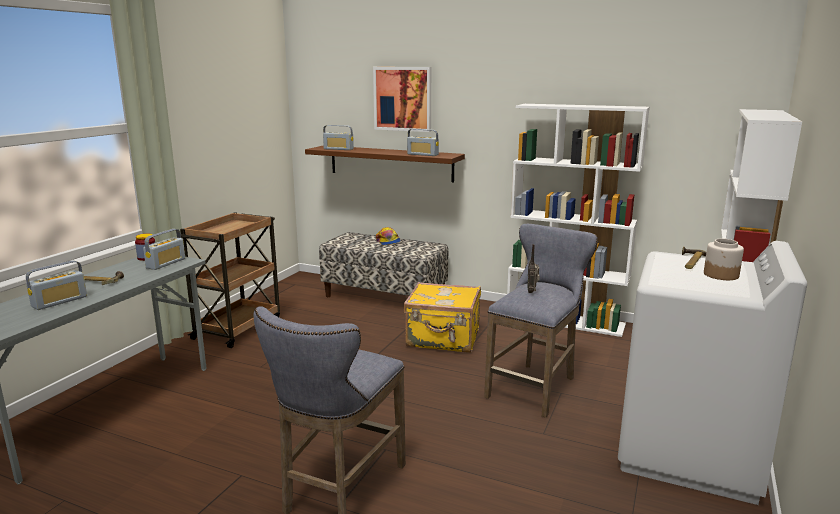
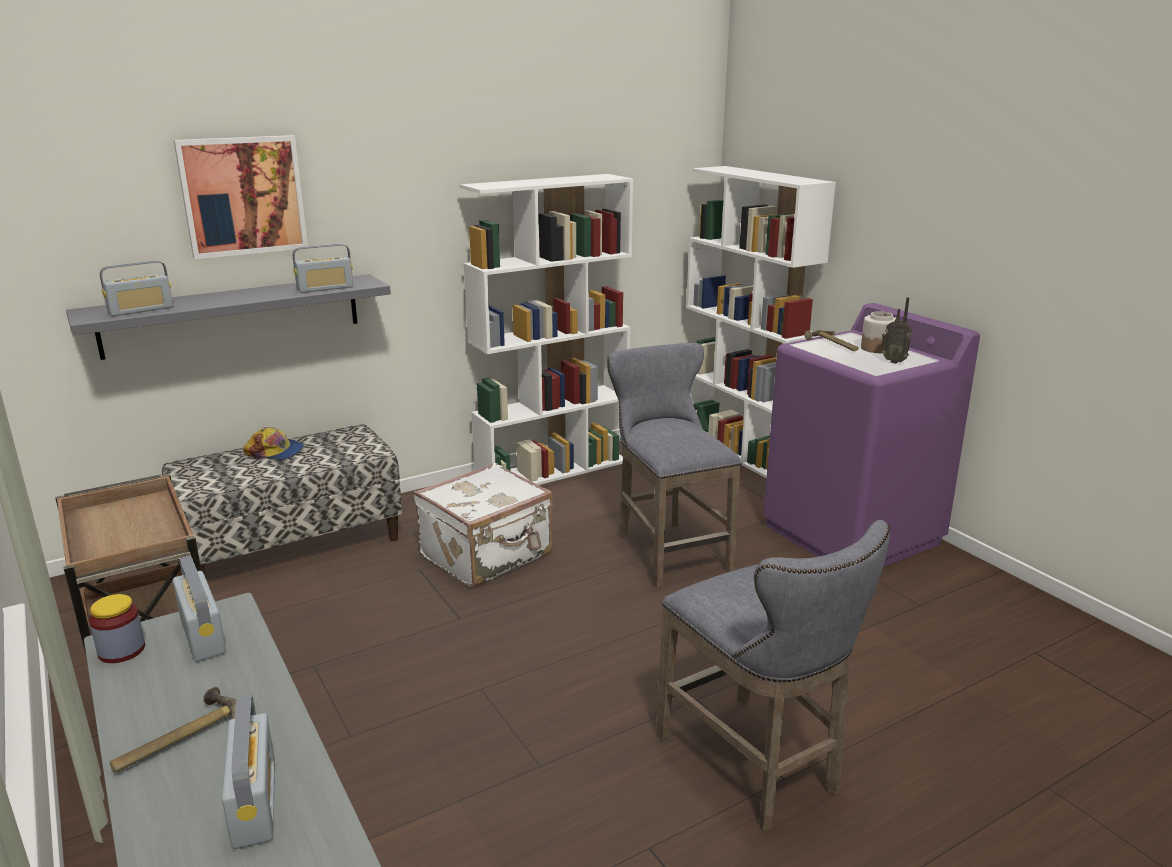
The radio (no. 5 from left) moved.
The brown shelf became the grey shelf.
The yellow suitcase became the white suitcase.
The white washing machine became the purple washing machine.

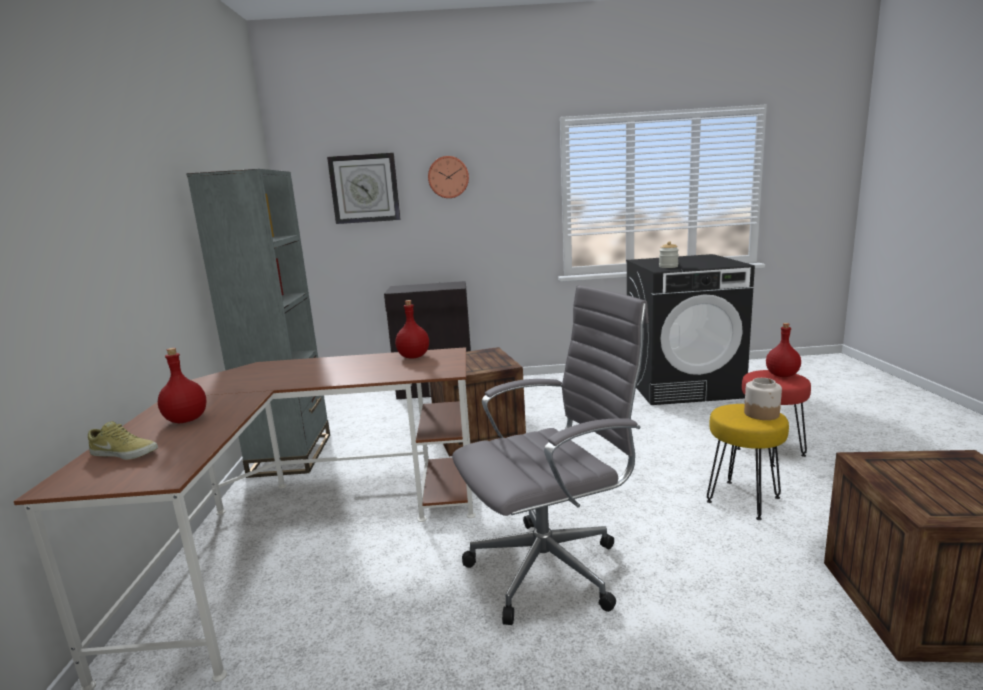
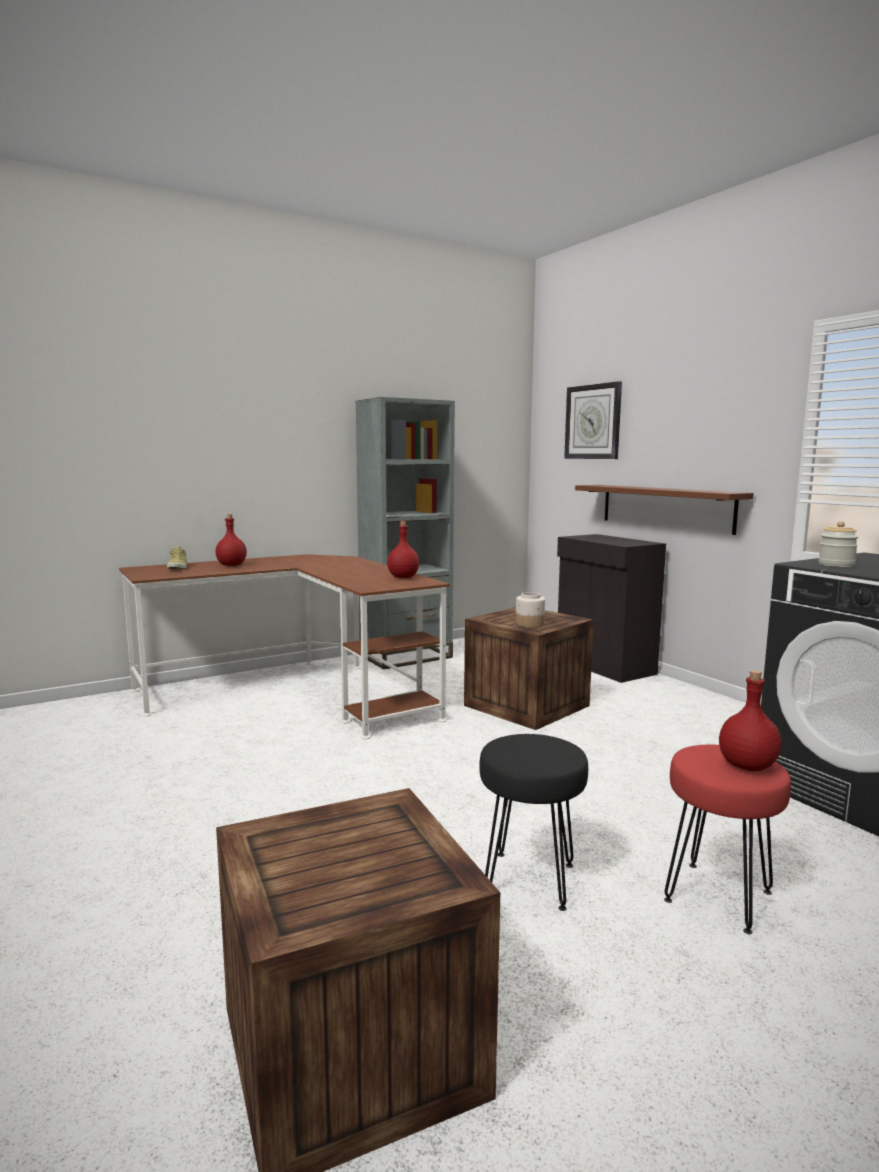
The wall clock (no. 2 from left) disappeared.
The grey office chair disappeared.
The brown shelf appeared.
The jar (no. 2 from left in the first image) moved.
The yellow stool became the black stool.

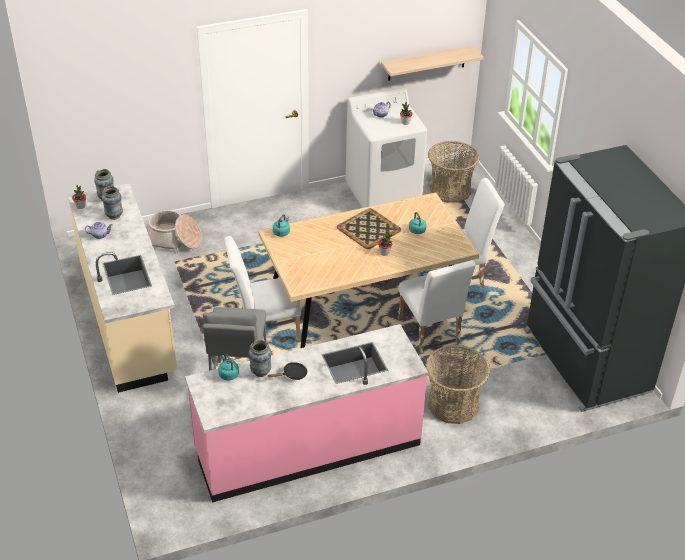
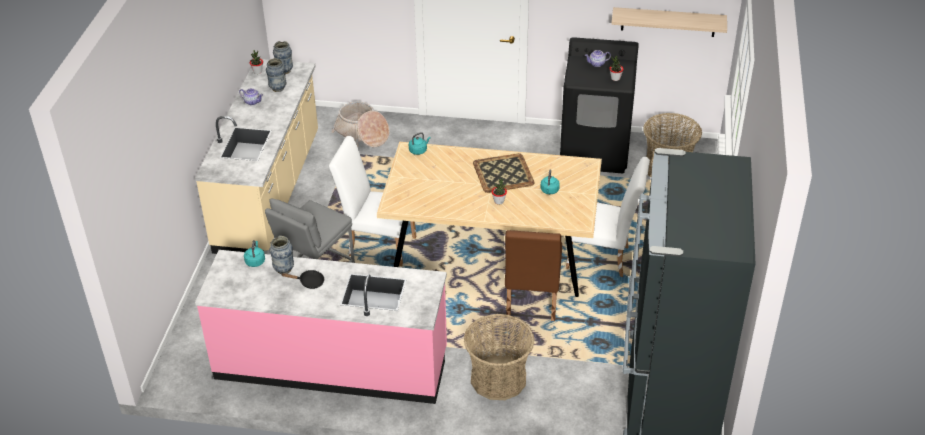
The white washing machine became the black washing machine.
The white chair (no. 2 from left) became the brown chair.

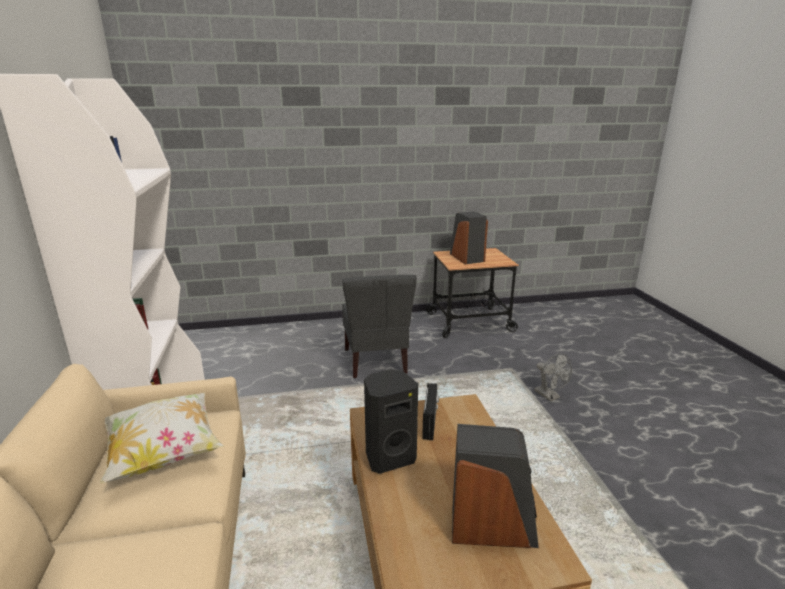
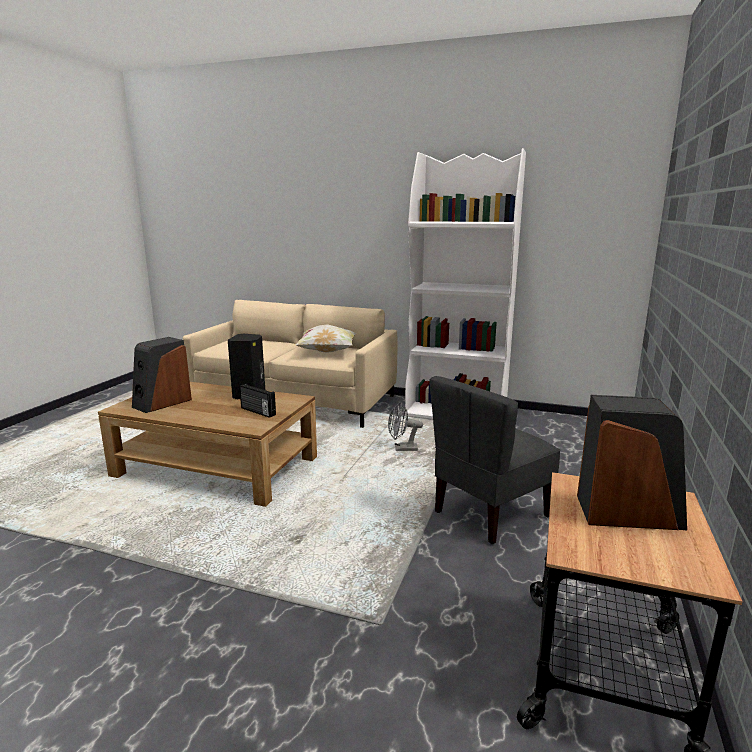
The grey fan moved.
The grey chair turned 60 degrees counterclockwise.

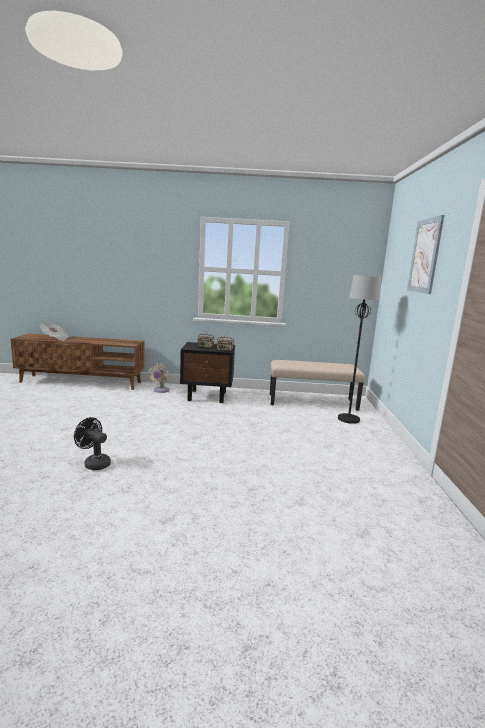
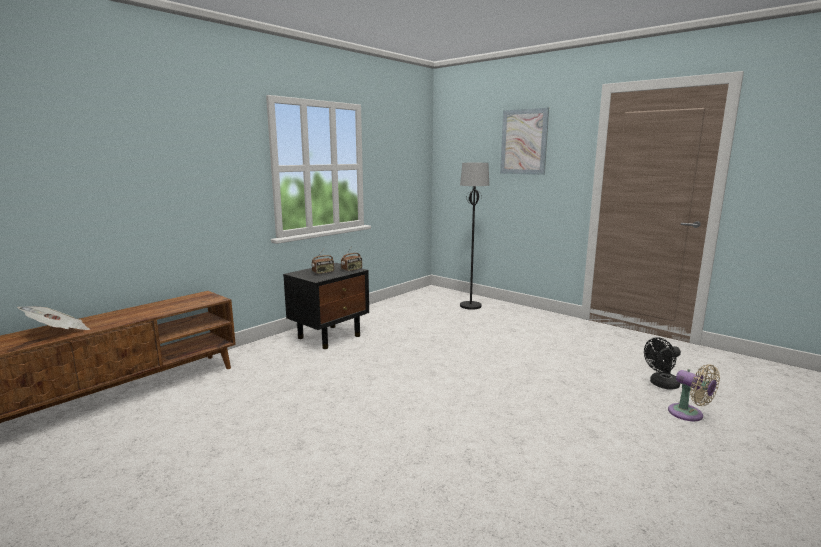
The beige bench disappeared.
The black fan moved.
The beige fan moved.

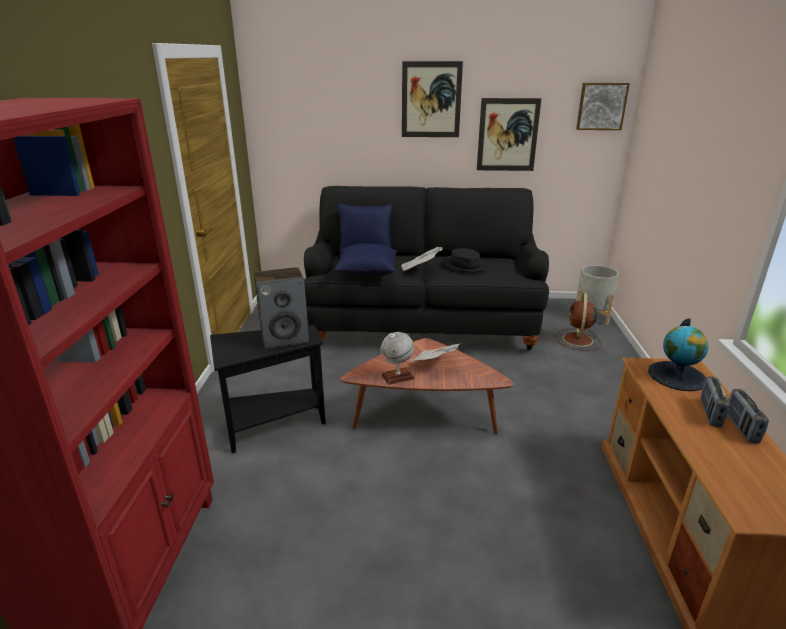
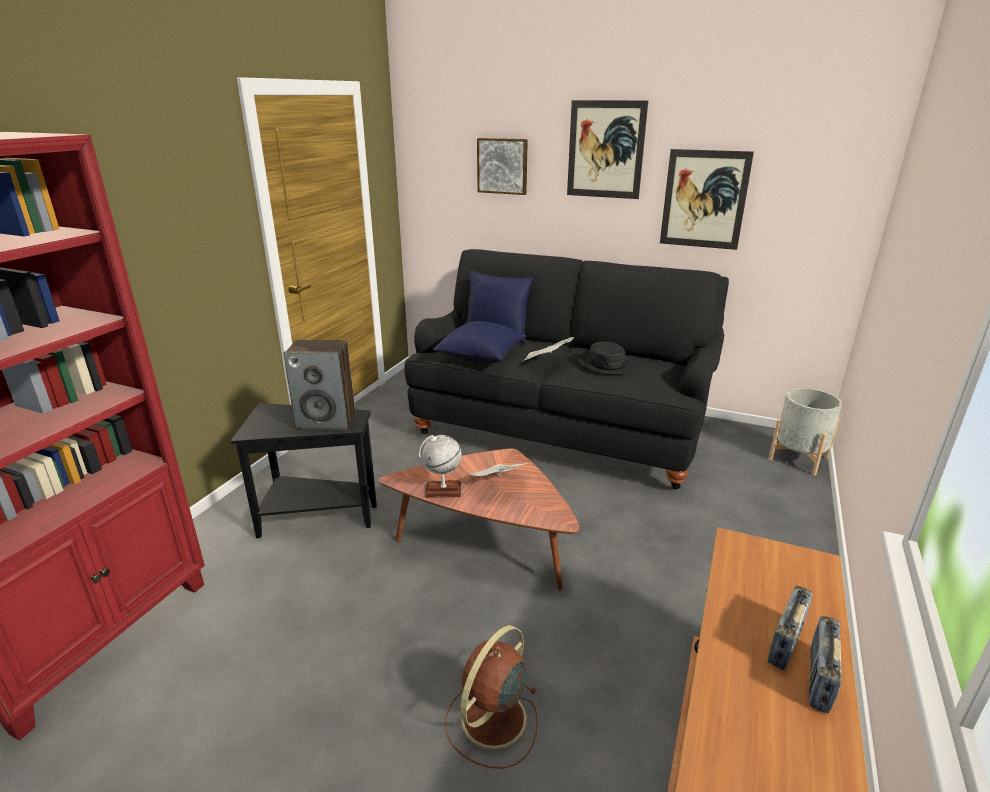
The globe (no. 2 from left) disappeared.
The brown fan moved.
The picture (no. 3 from left in the first image) moved.

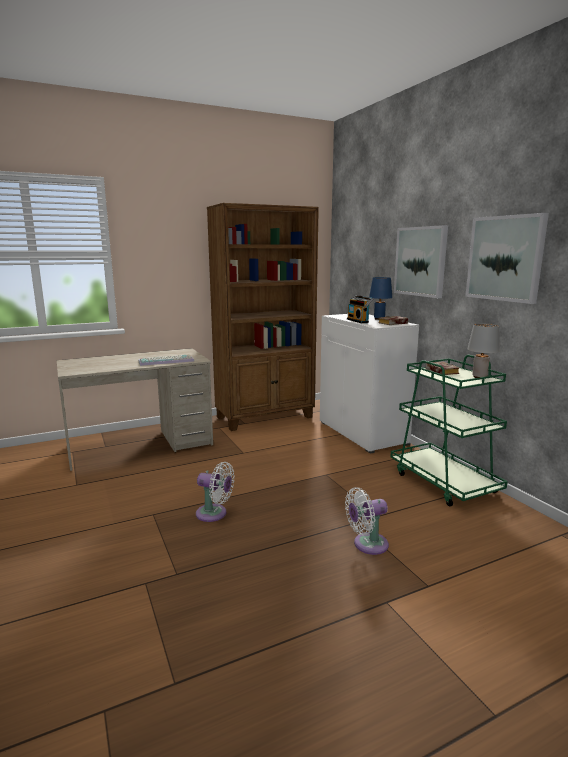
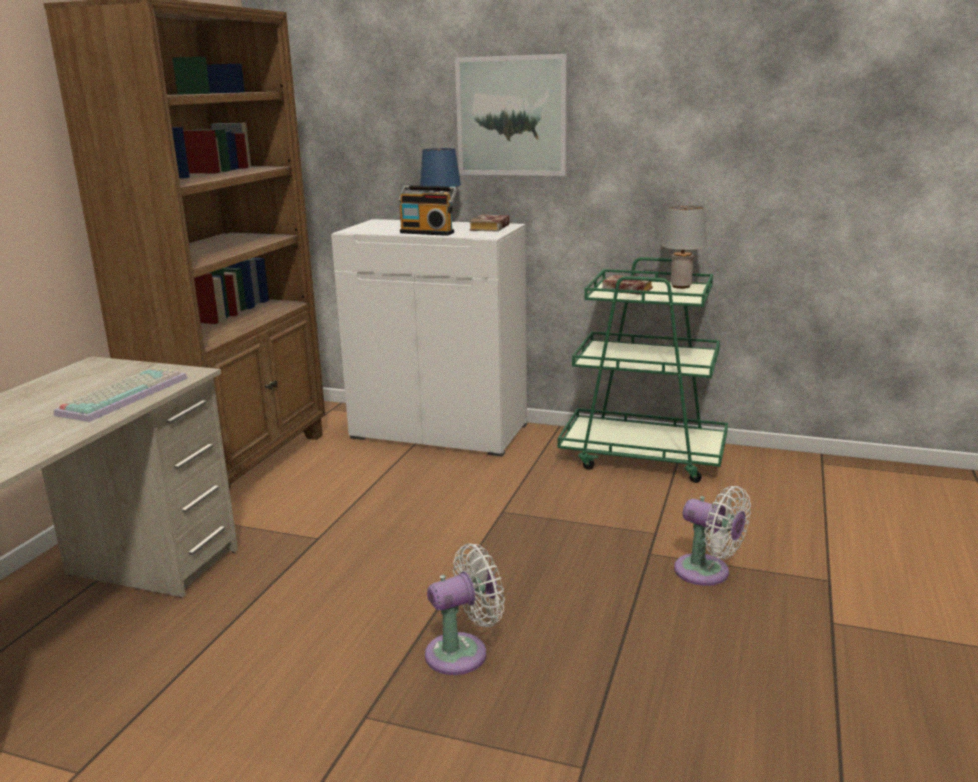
The picture (no. 2 from left) disappeared.
The white fan (no. 2 from left) turned 75 degrees counterclockwise.

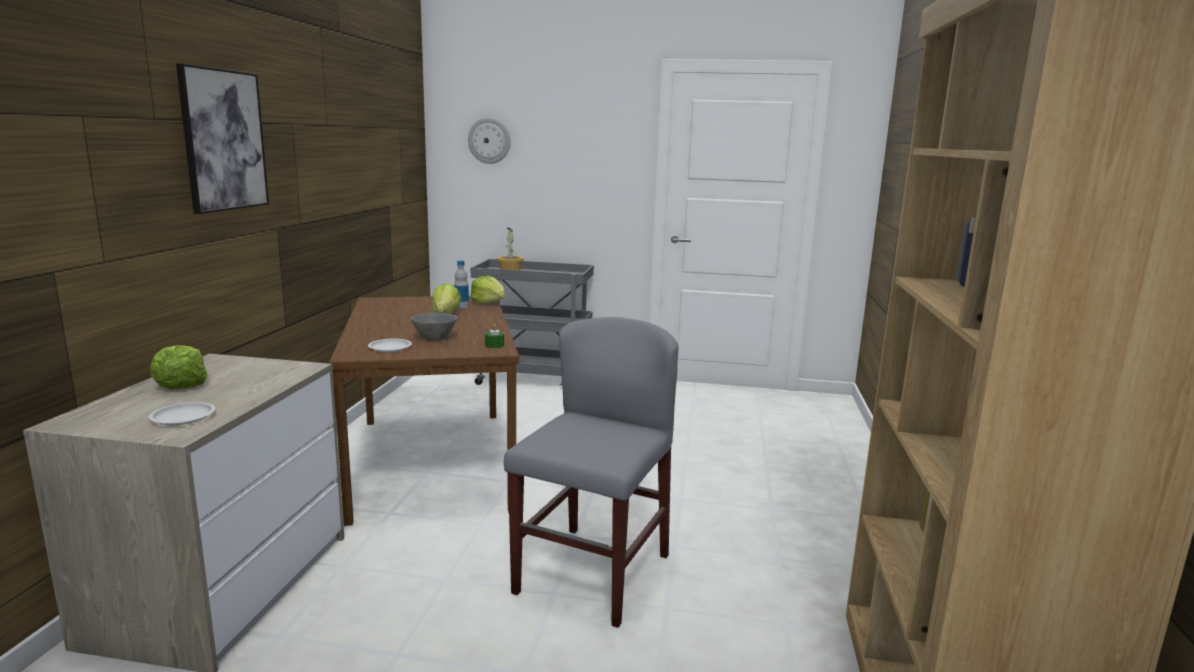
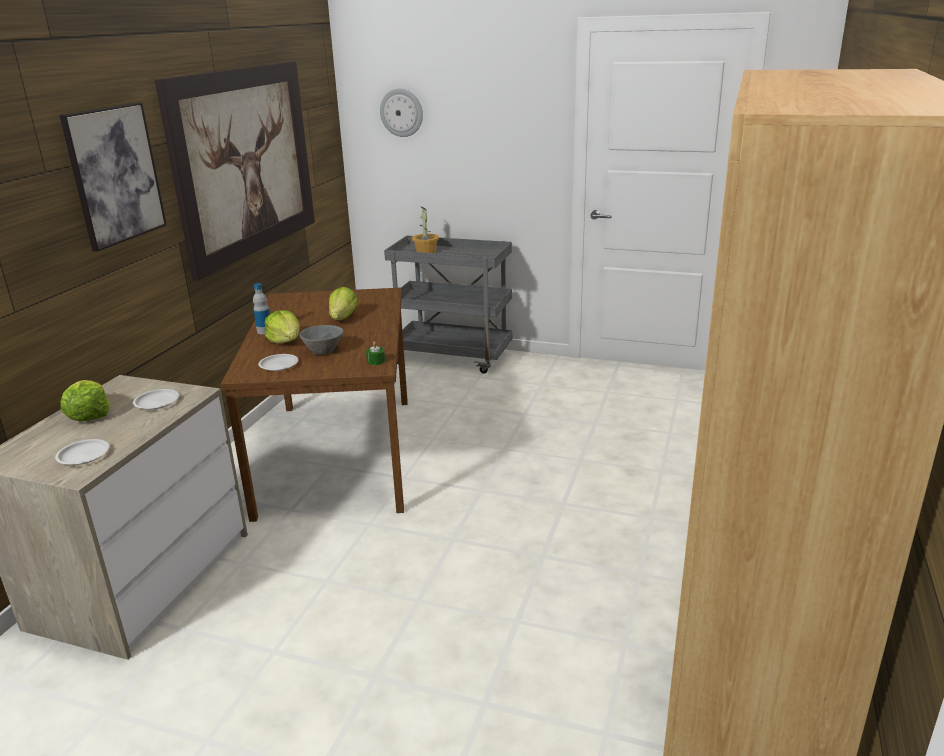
The grey chair disappeared.
The white plate (no. 2 from left) appeared.
The picture (no. 2 from left) appeared.
The bottle moved.
The lettuce (no. 3 from left in the first image) moved.

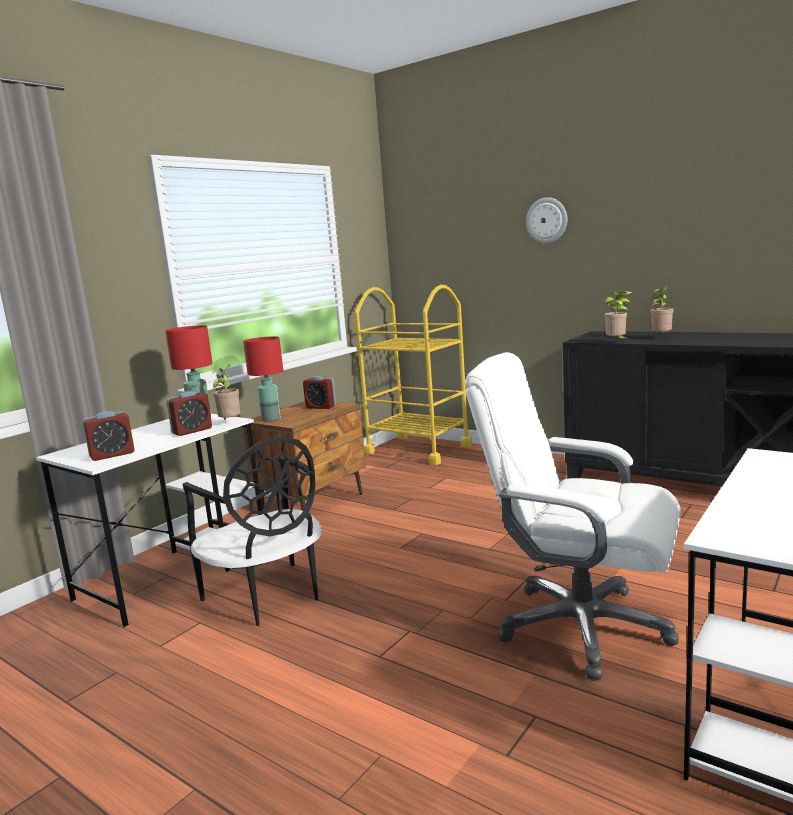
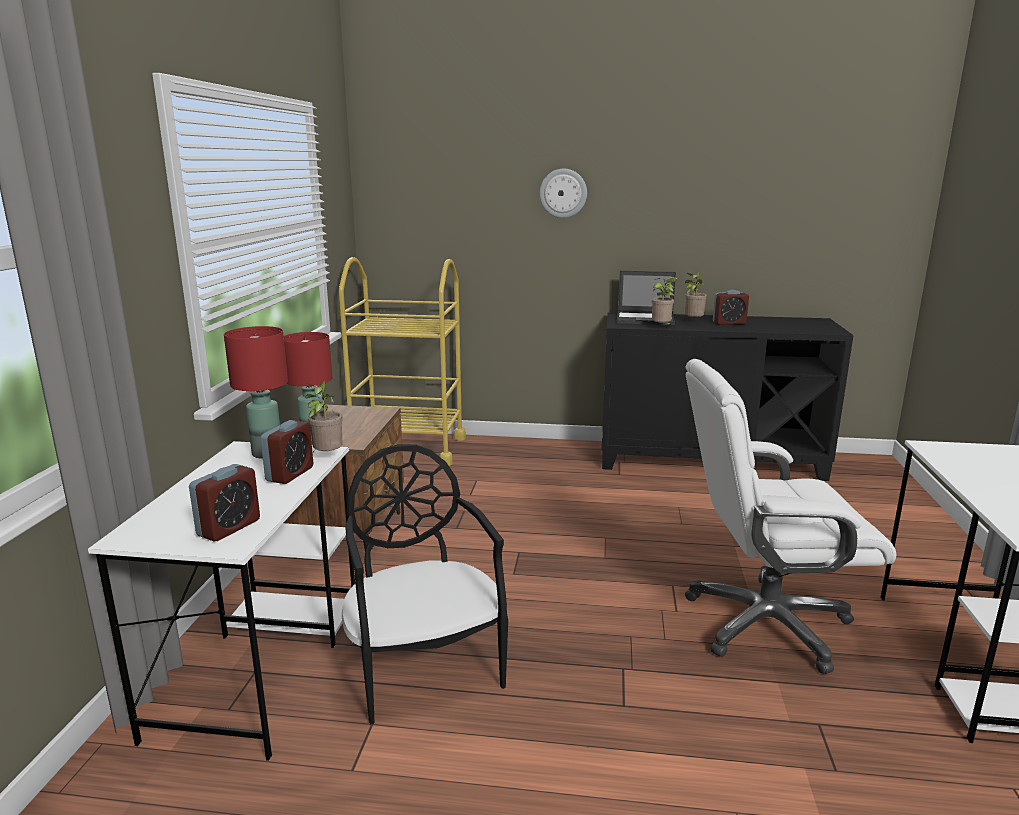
The laptop appeared.
The alarm clock (no. 3 from left) moved.
The black chair turned 135 degrees counterclockwise.

